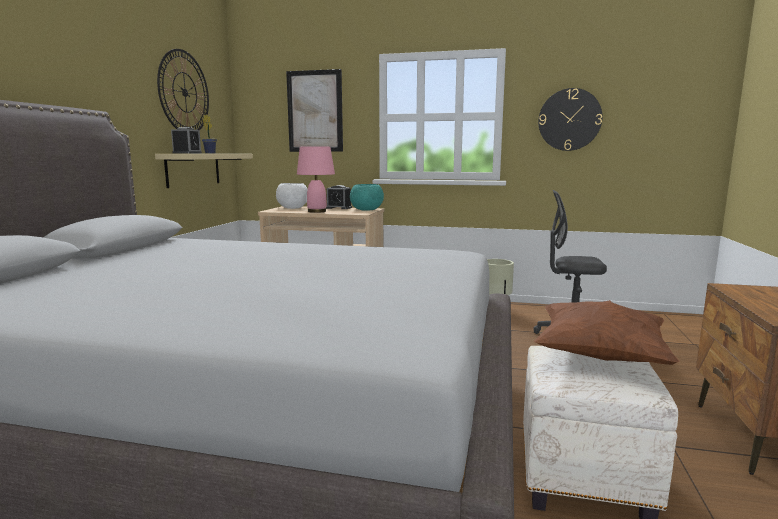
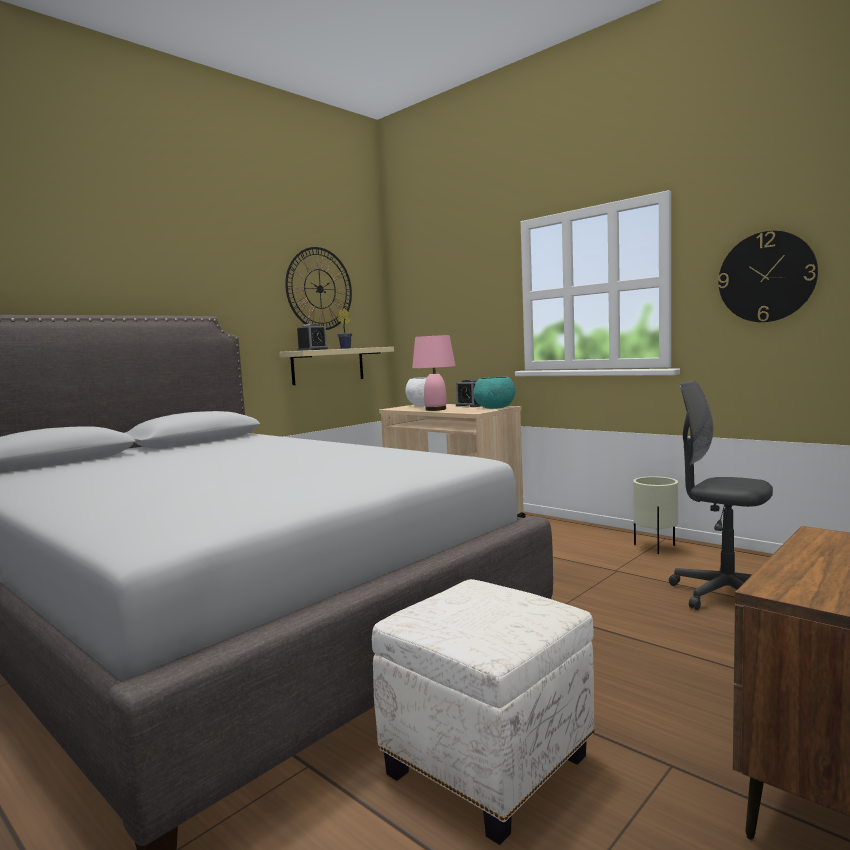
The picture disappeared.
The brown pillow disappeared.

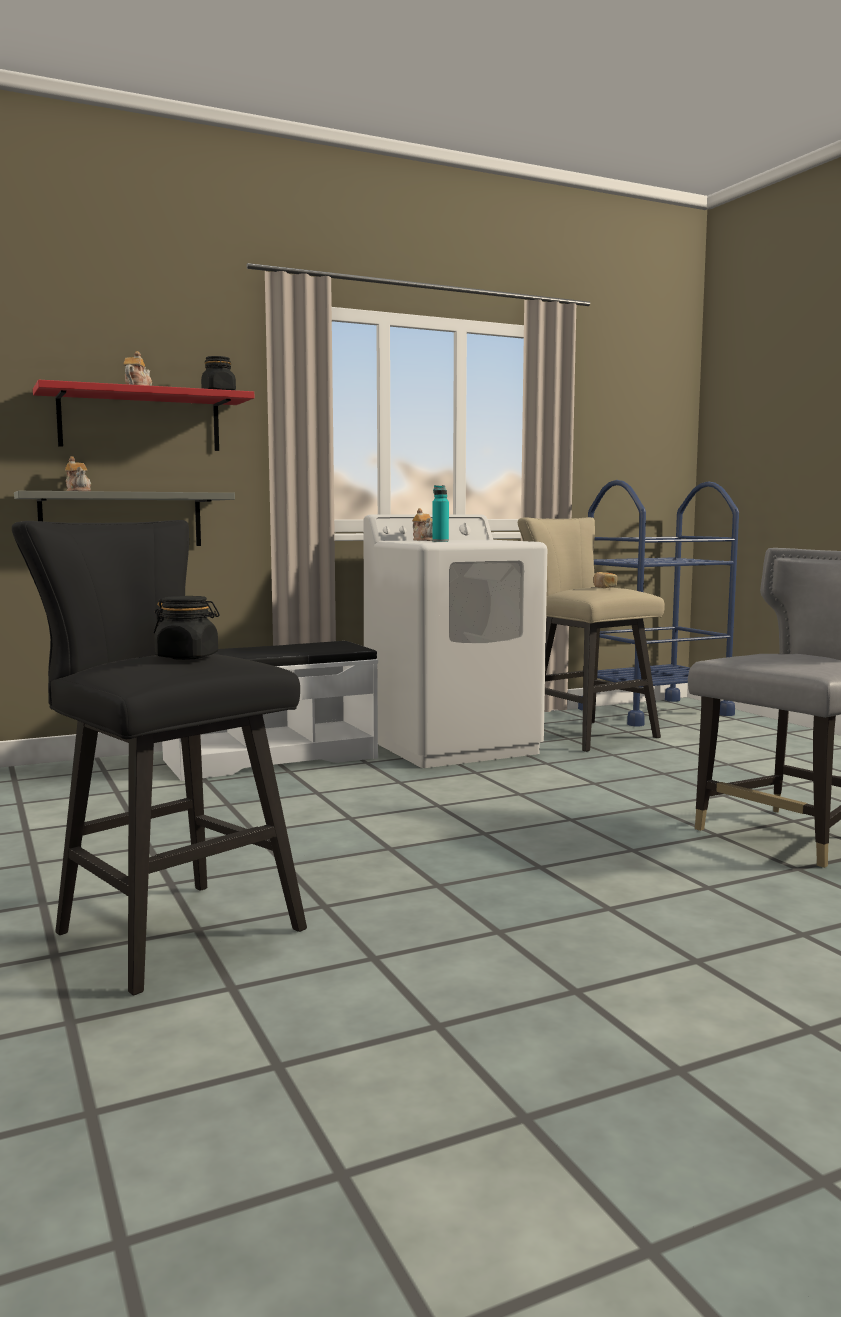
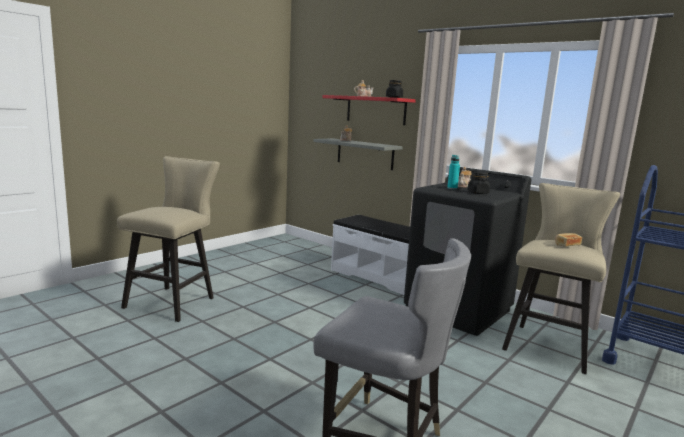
The black jar (no. 1 from left in the first image) moved.
The black stool became the beige stool (no. 1 from left).
The white washing machine became the black washing machine.

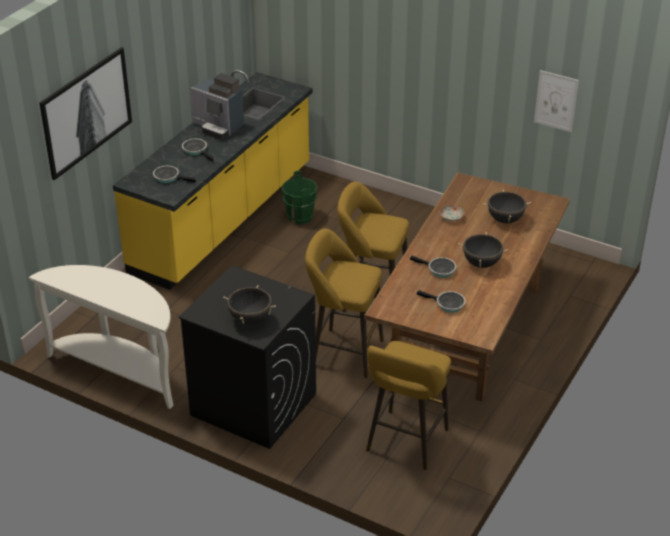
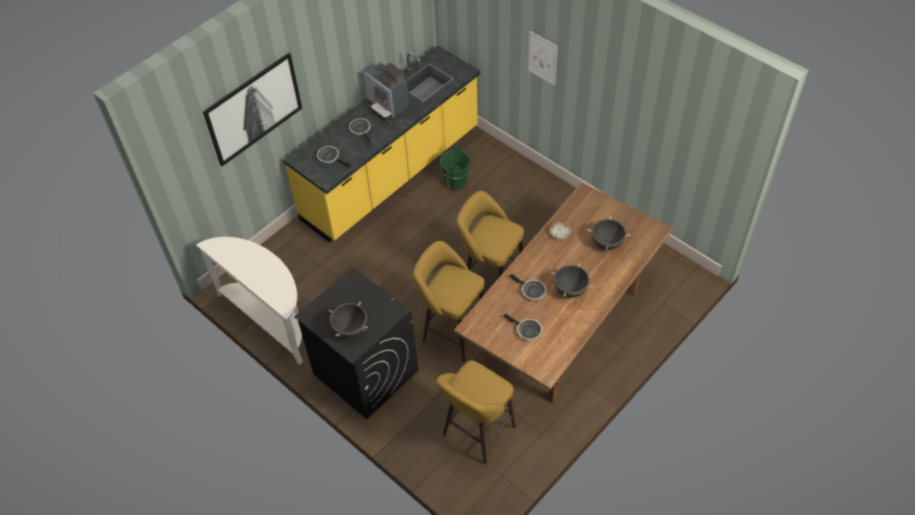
The picture (no. 2 from left) moved.

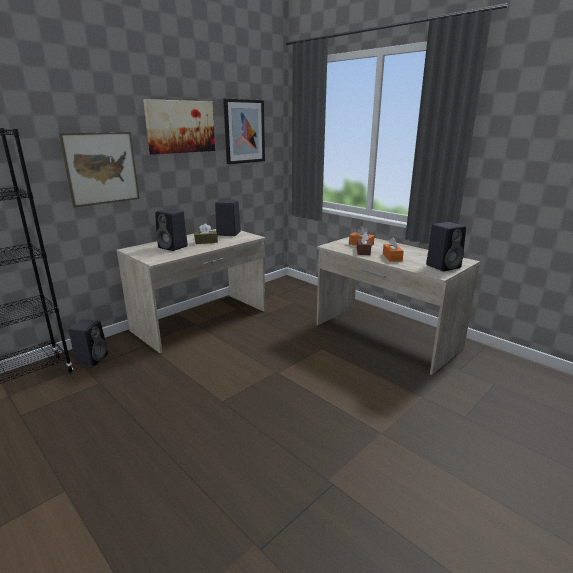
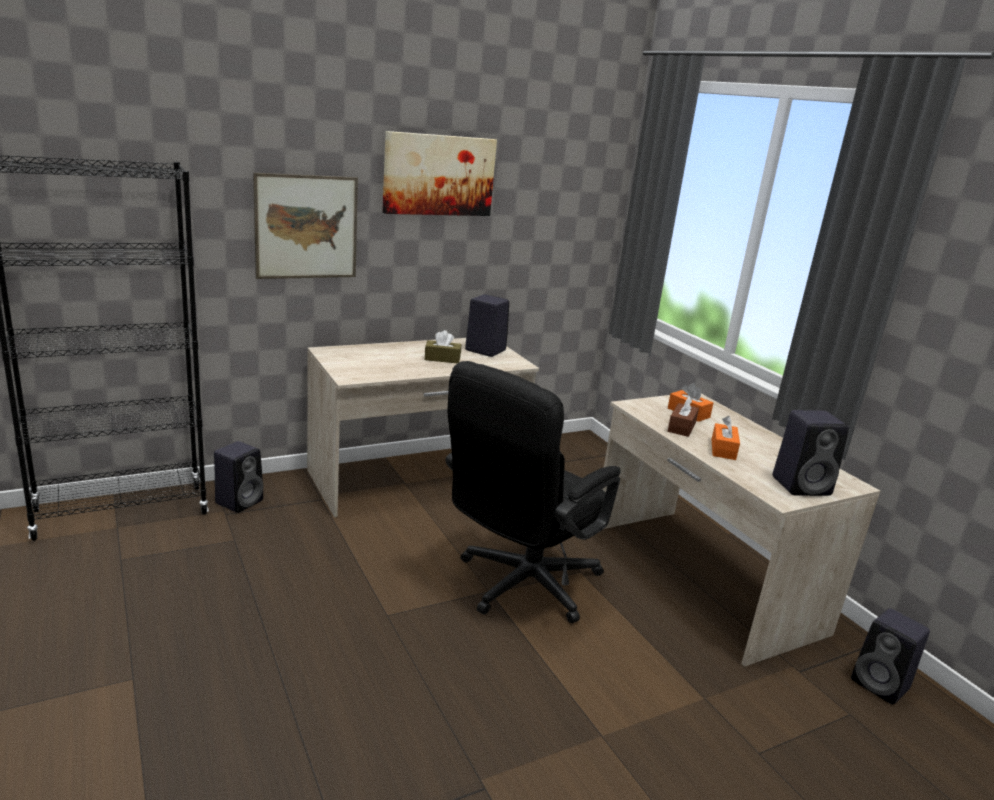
The picture (no. 3 from left) disappeared.
The black office chair appeared.
The black speaker (no. 2 from left in the first image) moved.

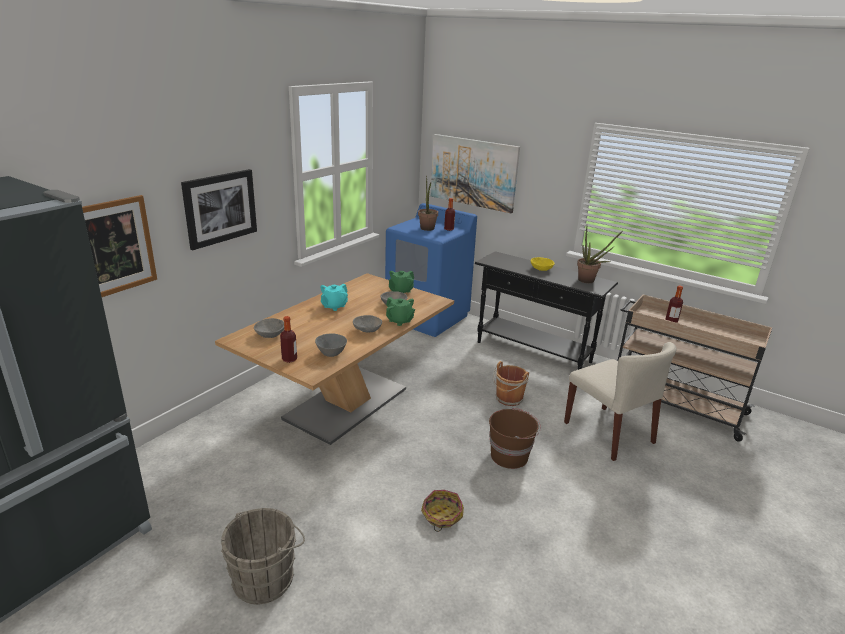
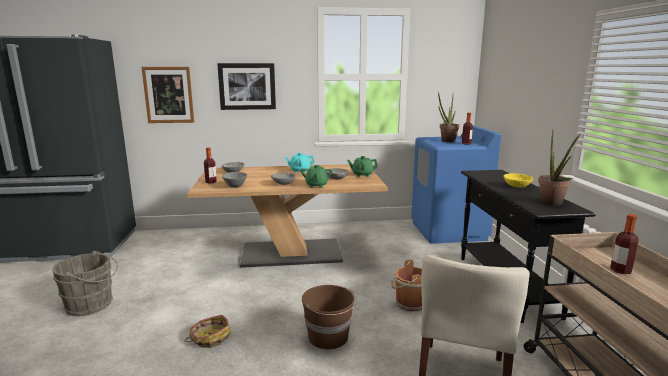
The picture (no. 3 from left) disappeared.

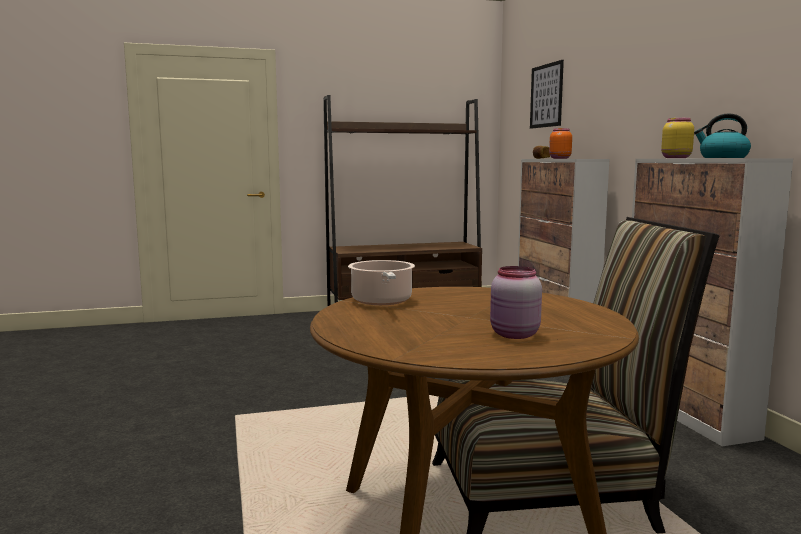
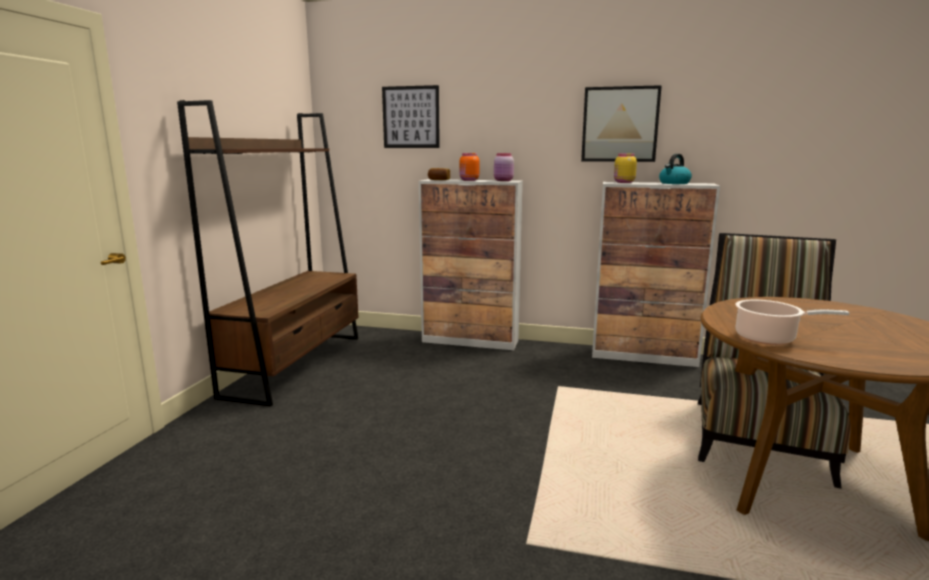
The picture (no. 2 from left) appeared.
The pink jar moved.

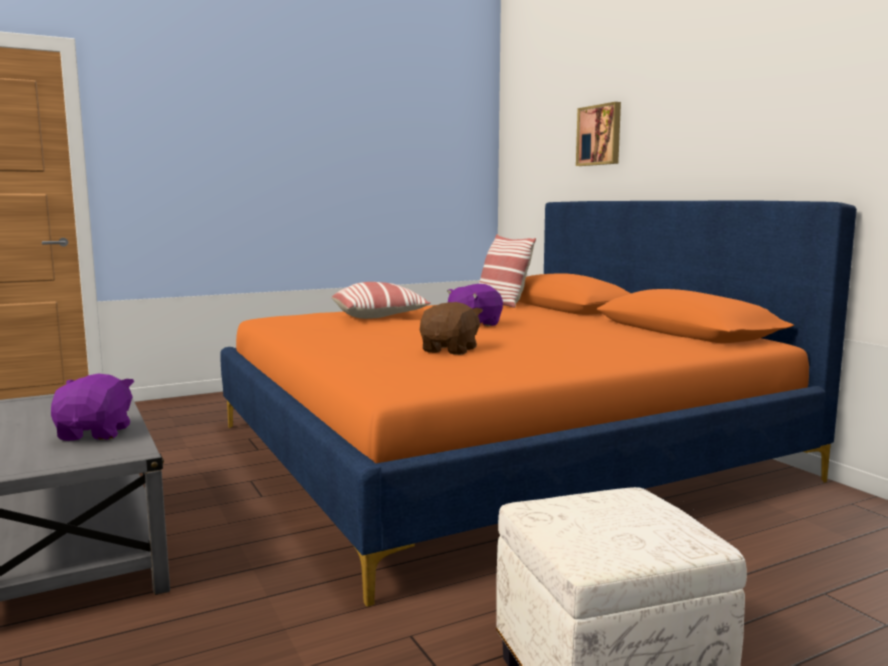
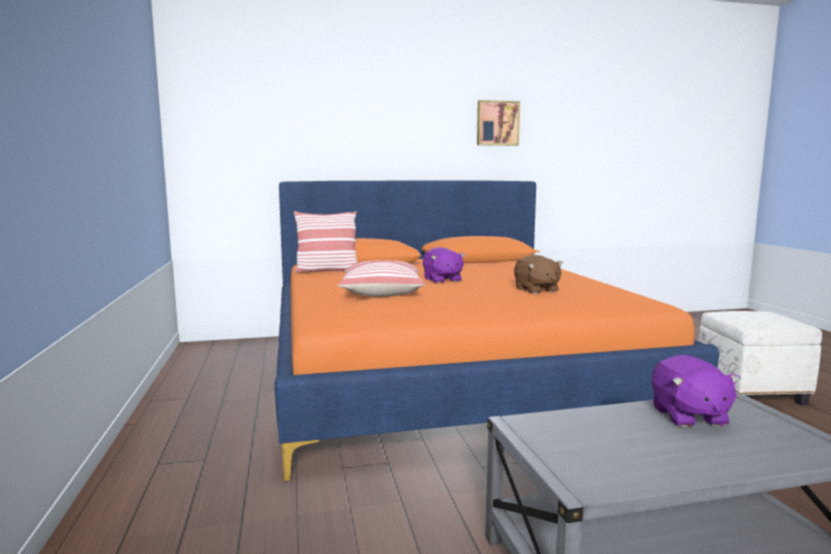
The picture moved.
The purple plush toy (no. 1 from left in the first image) turned 105 degrees counterclockwise.
The brown plush toy turned 150 degrees counterclockwise.

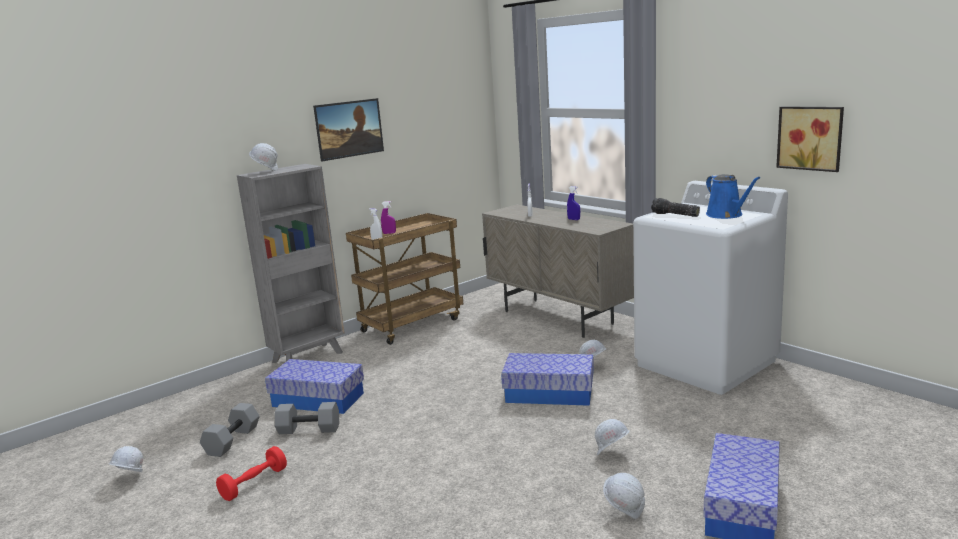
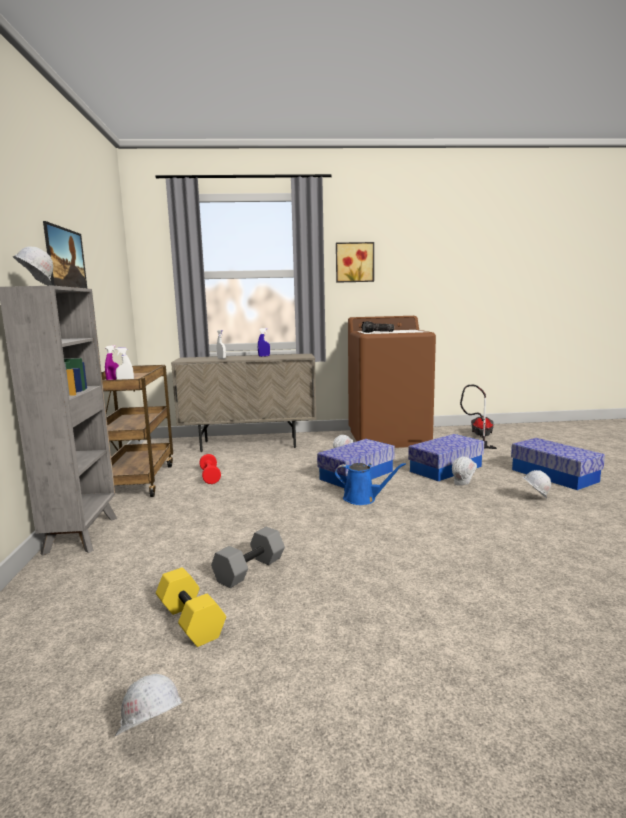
The vacuum cleaner appeared.
The red dumbbell moved.
The storage box (no. 1 from left in the first image) moved.
The blue watering can moved.
The picture (no. 2 from left) moved.
The grey dumbbell (no. 1 from left) became the yellow dumbbell.
The white washing machine became the brown washing machine.

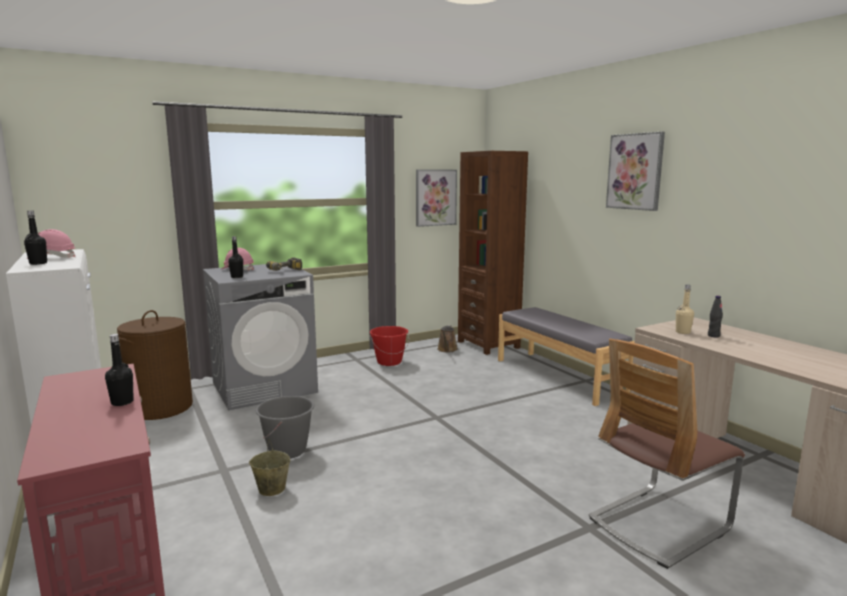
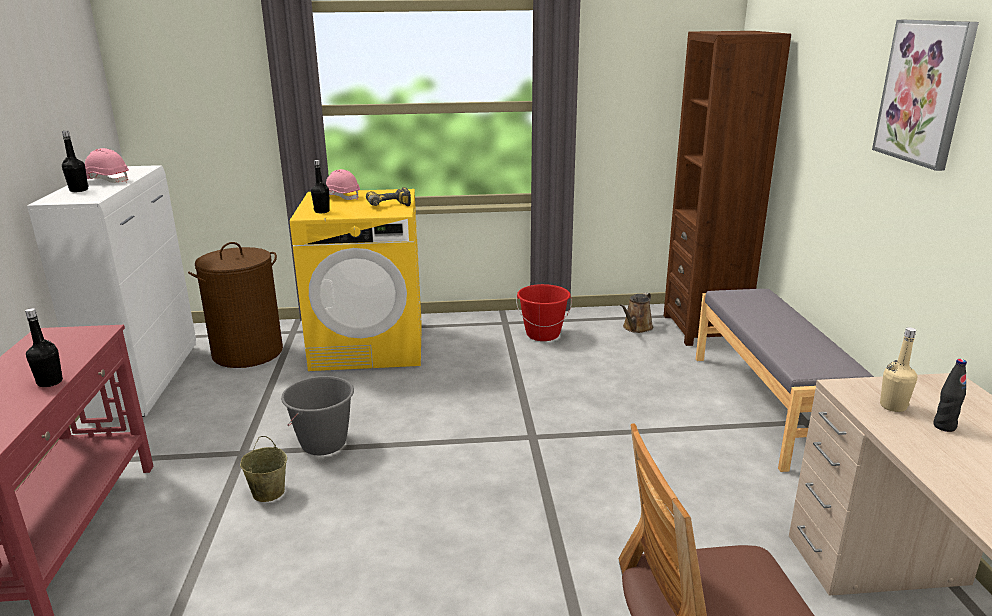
The picture (no. 1 from left) disappeared.
The grey washing machine became the yellow washing machine.

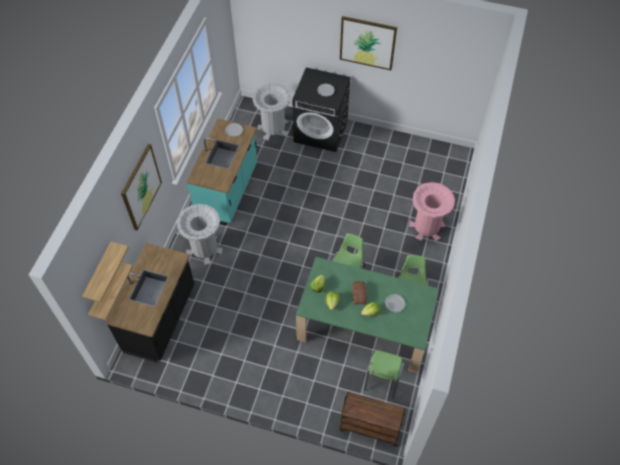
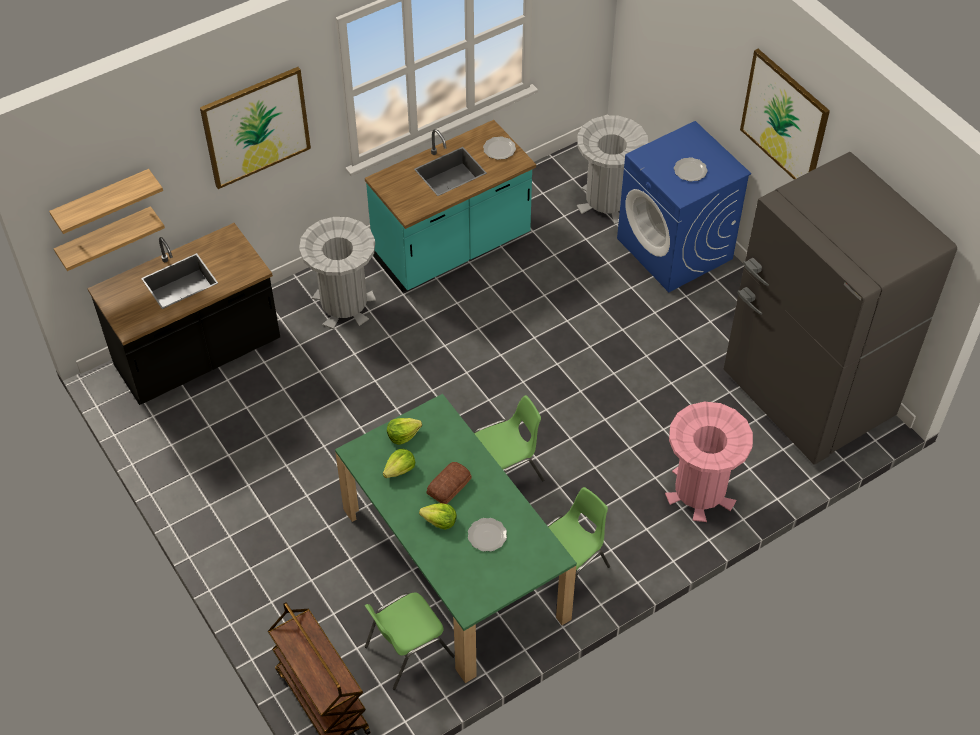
The grey fridge appeared.
The black washing machine became the blue washing machine.

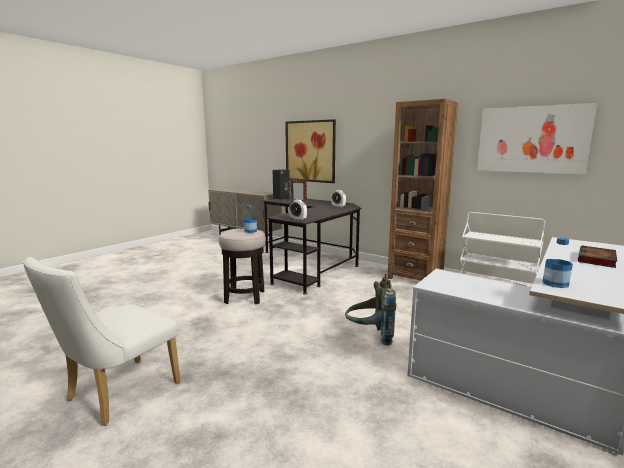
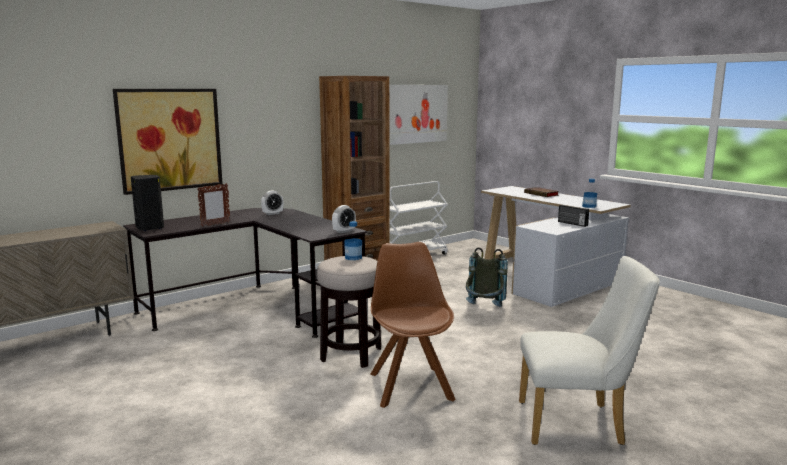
The brown chair appeared.
The radio appeared.
The white chair turned 45 degrees counterclockwise.

